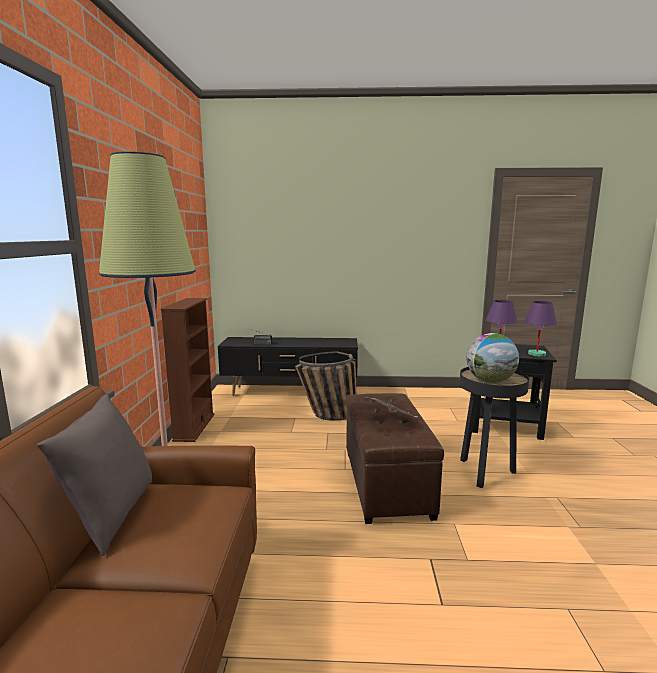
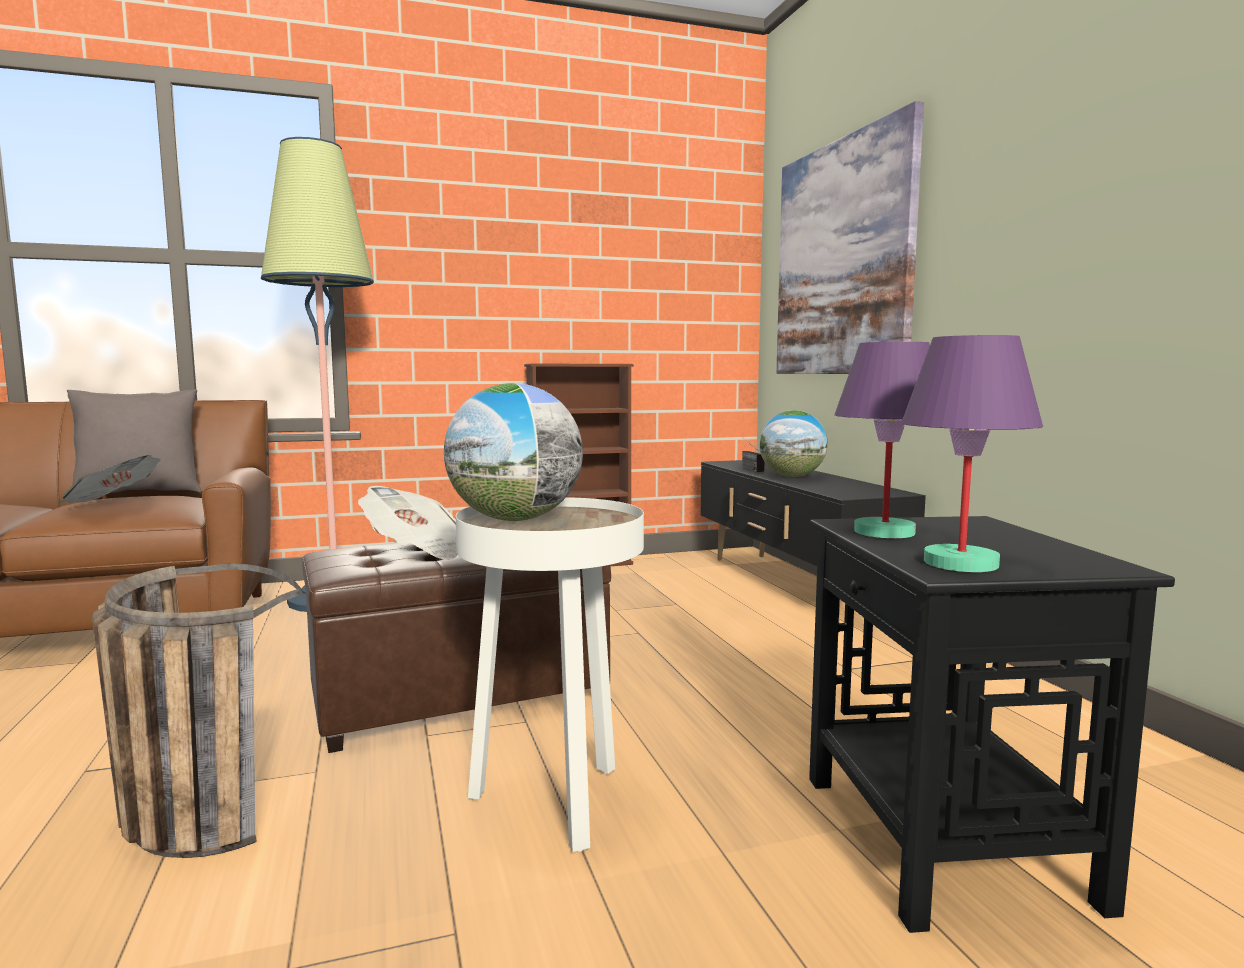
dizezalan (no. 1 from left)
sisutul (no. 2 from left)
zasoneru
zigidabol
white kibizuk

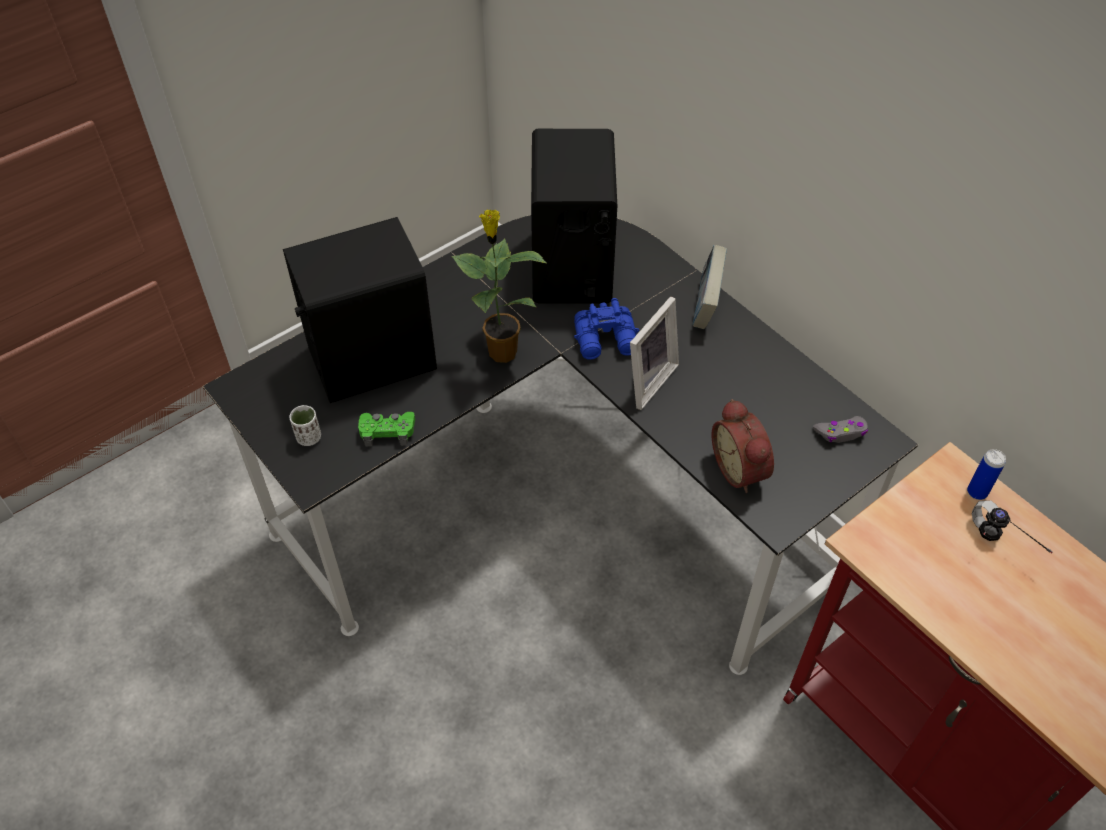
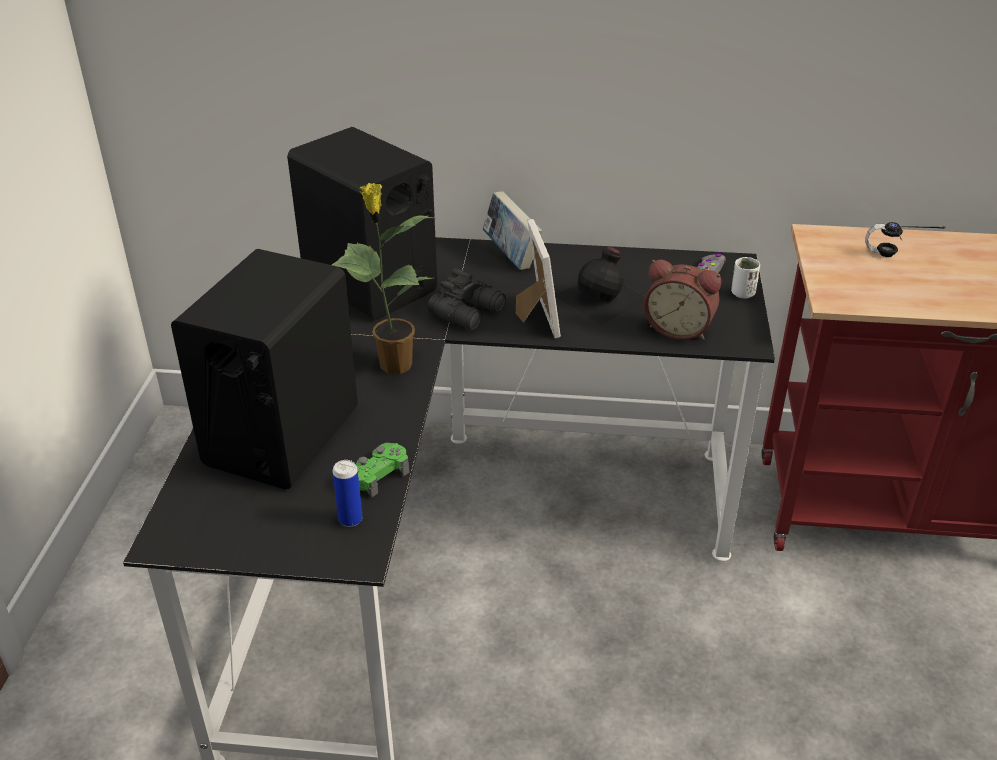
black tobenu
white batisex
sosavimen
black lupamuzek

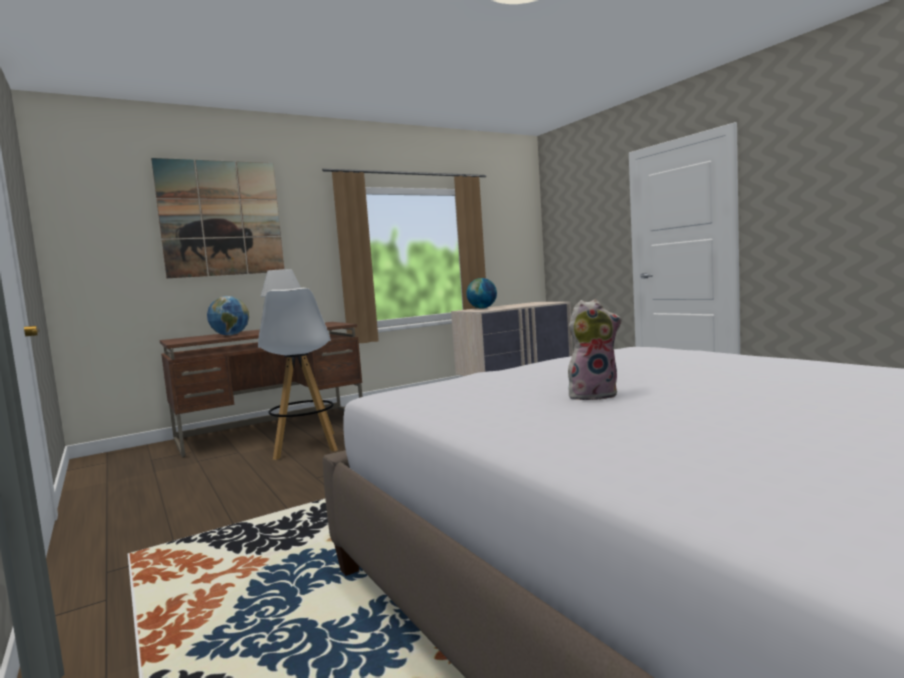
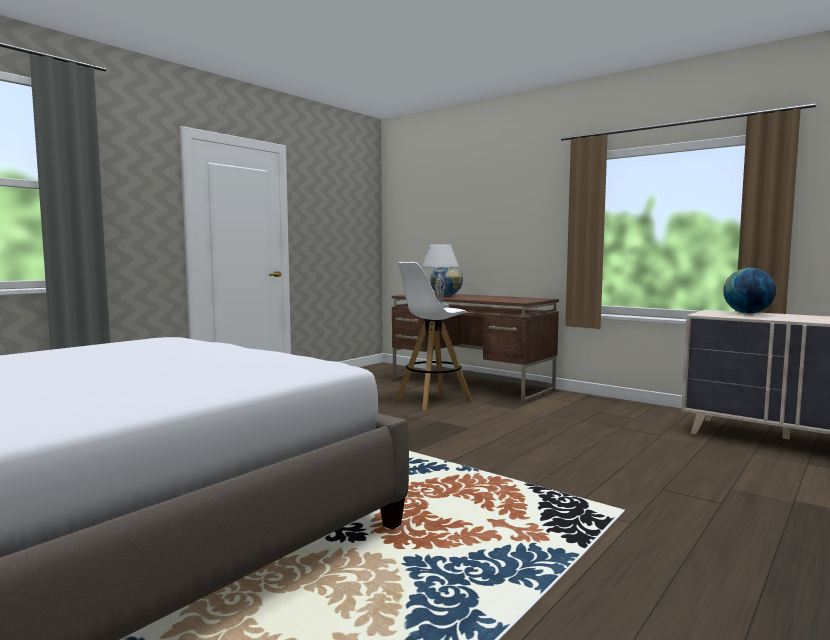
zasoneru
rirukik

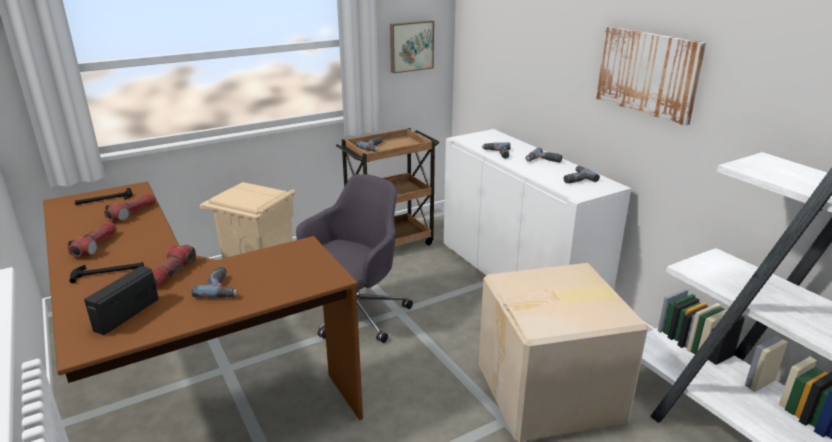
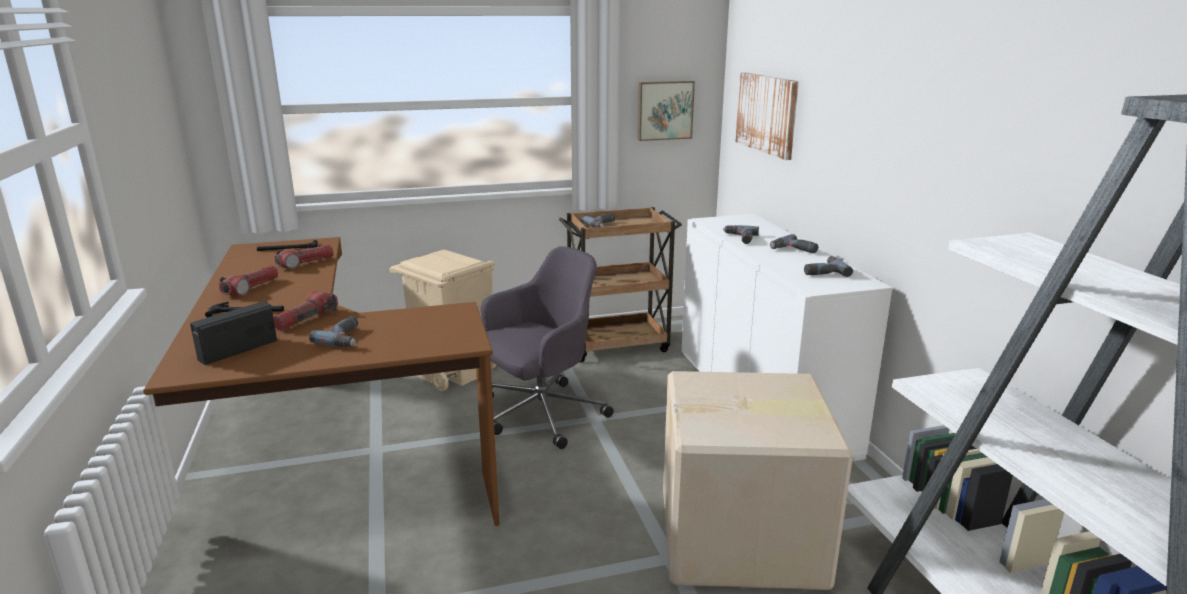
zasoneru (no. 2 from left)

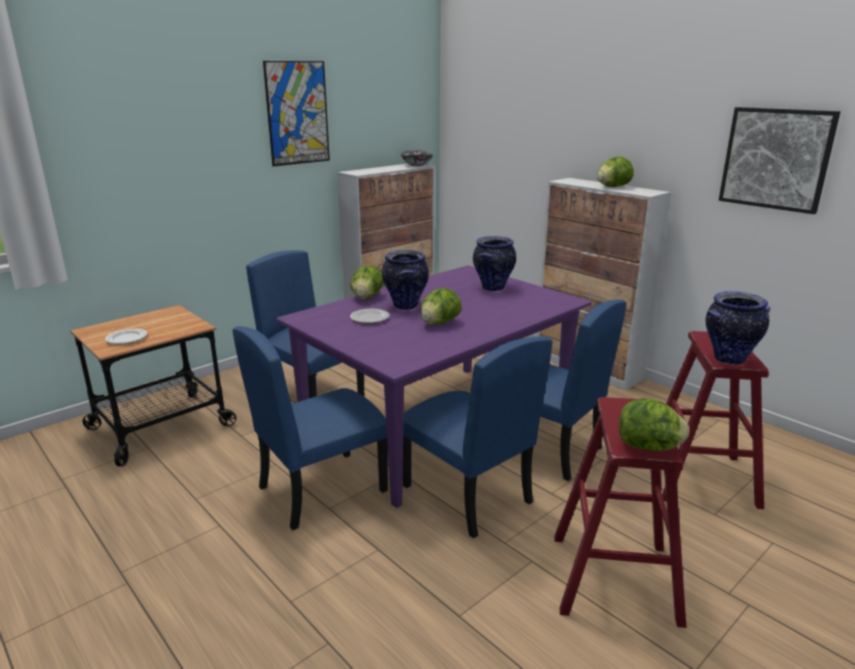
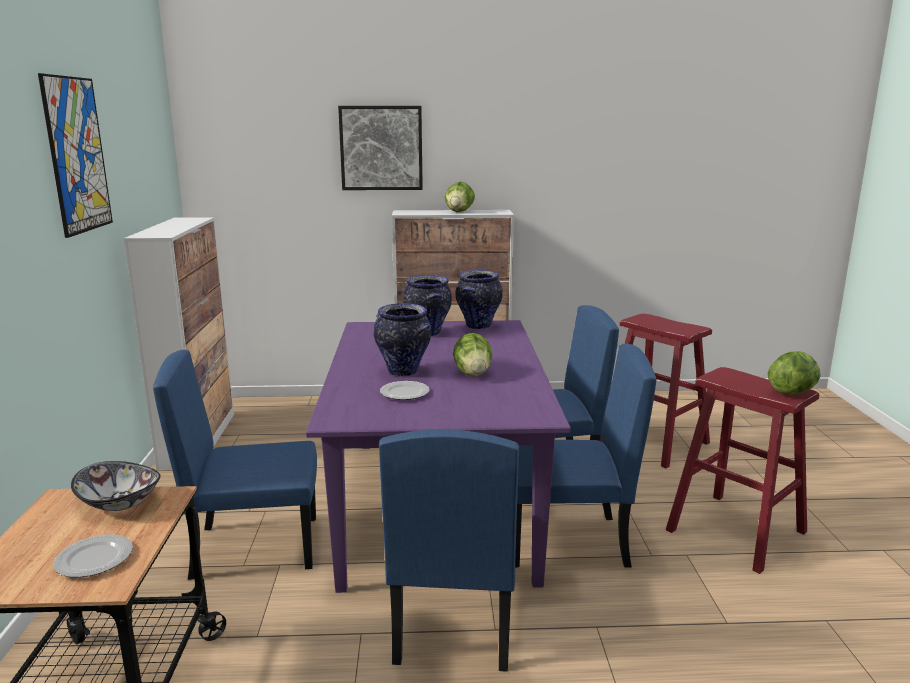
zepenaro (no. 1 from left in the first image)
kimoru
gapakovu (no. 3 from left)
zasoneru (no. 2 from left)

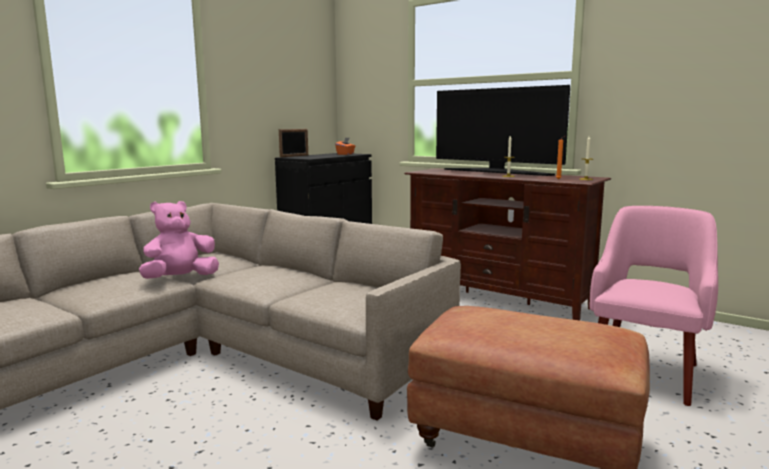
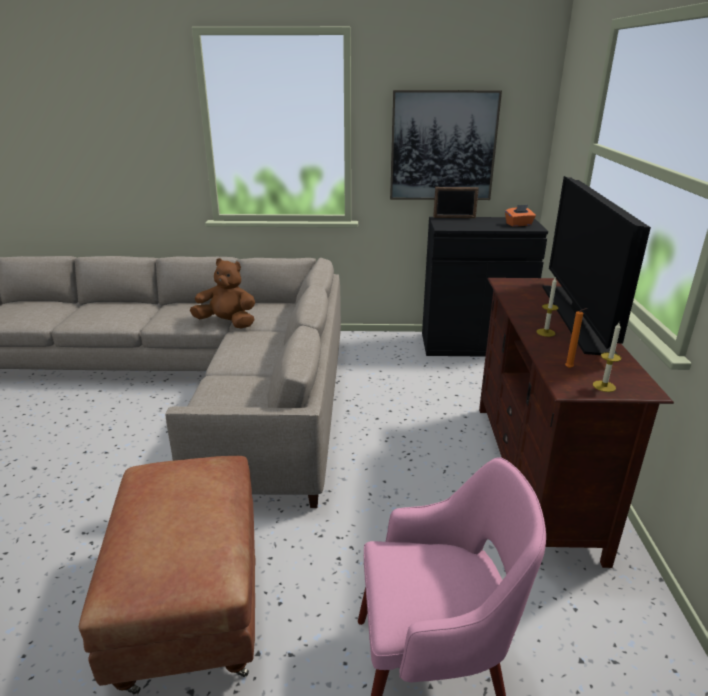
zasoneru
brown rirukik

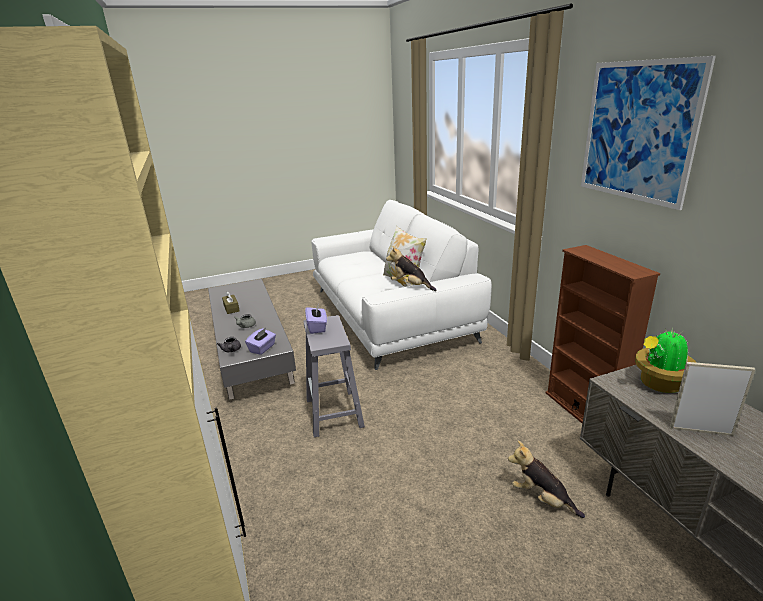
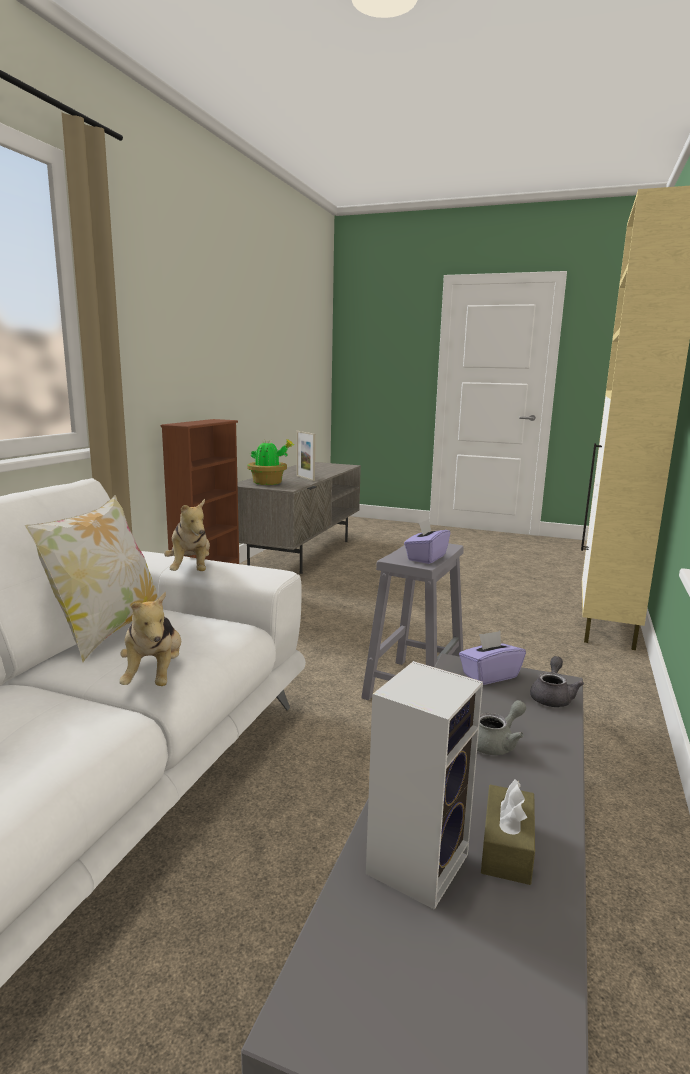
zasoneru
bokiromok
rirukik (no. 1 from left)

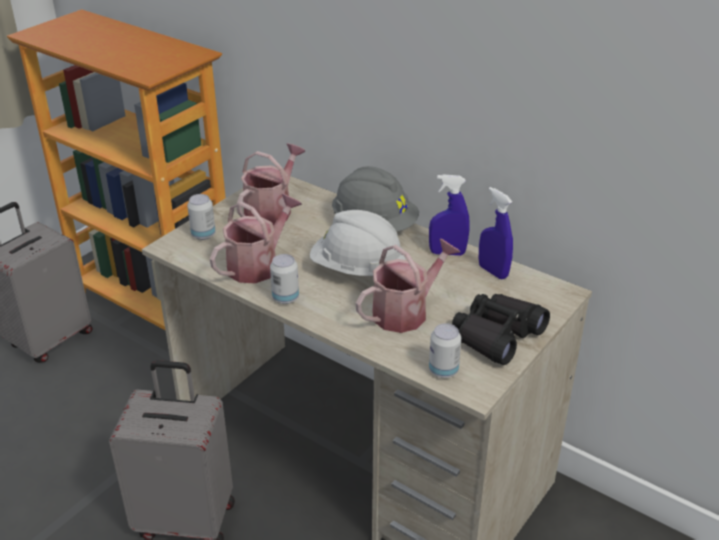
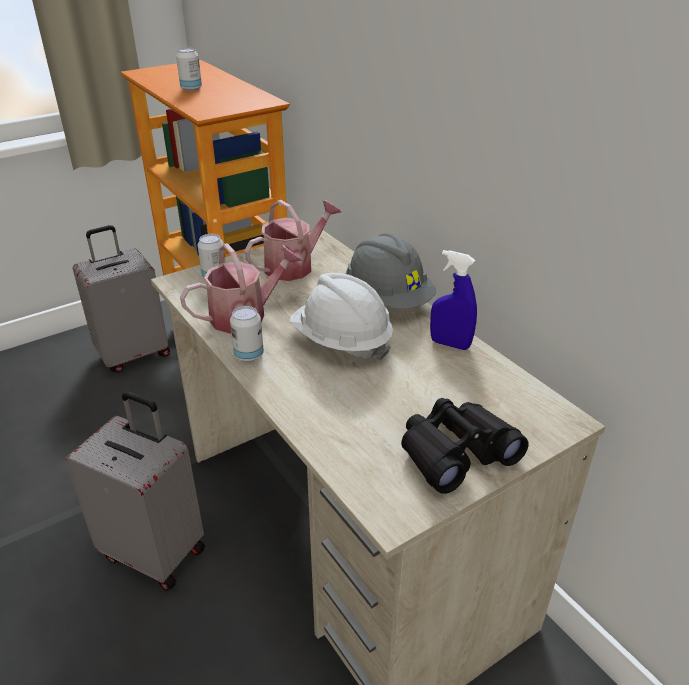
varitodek (no. 3 from left in the first image)
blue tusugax (no. 2 from left in the first image)
sosavimen (no. 1 from left)

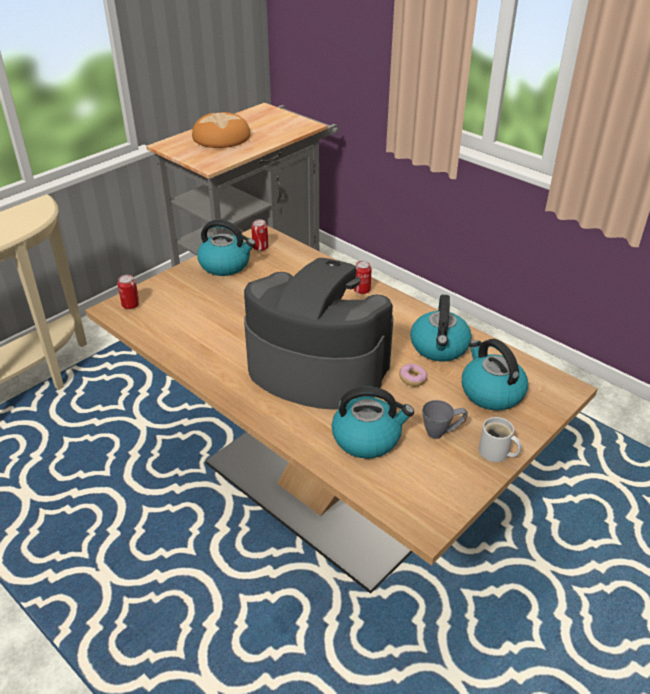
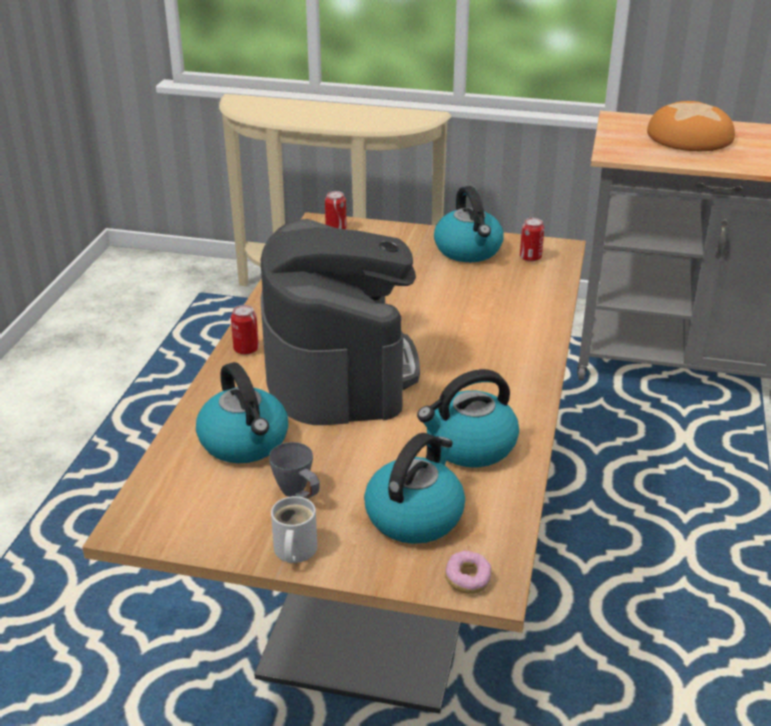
sosavimen (no. 1 from left)
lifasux

